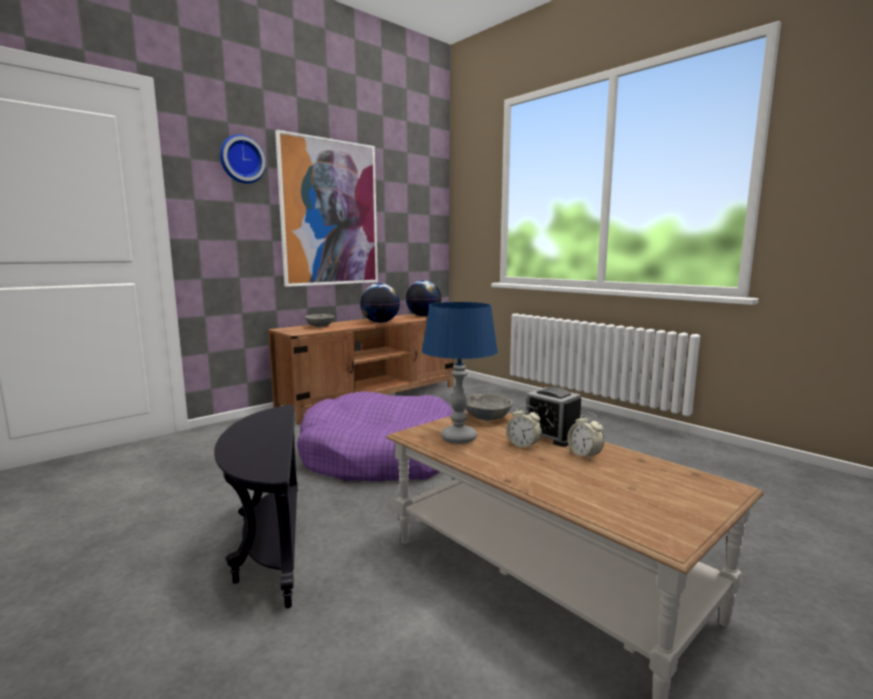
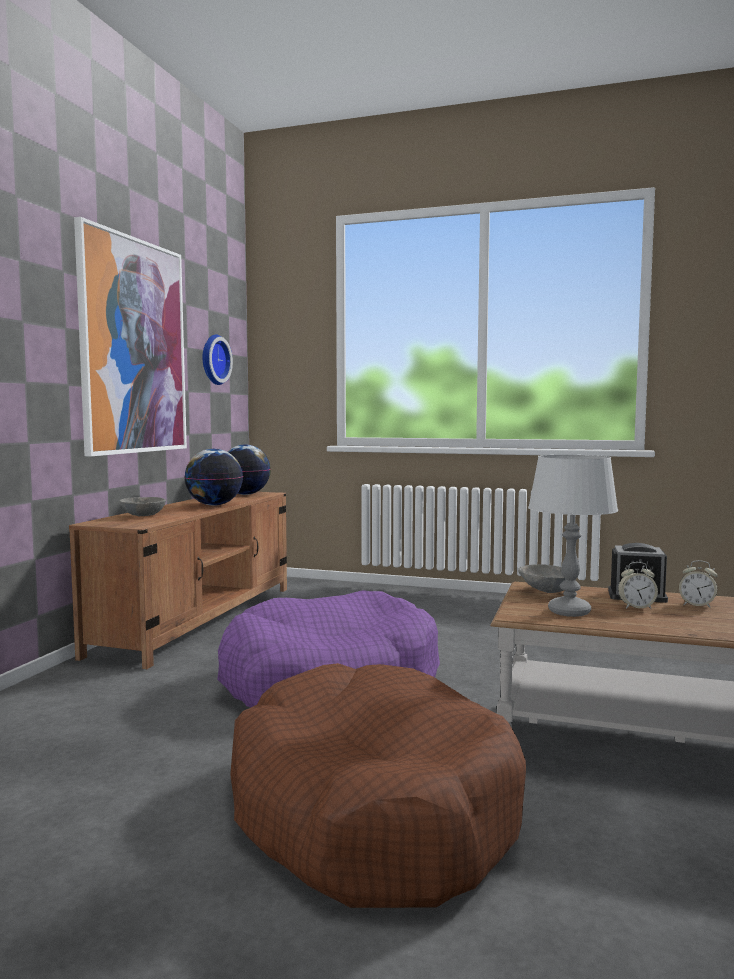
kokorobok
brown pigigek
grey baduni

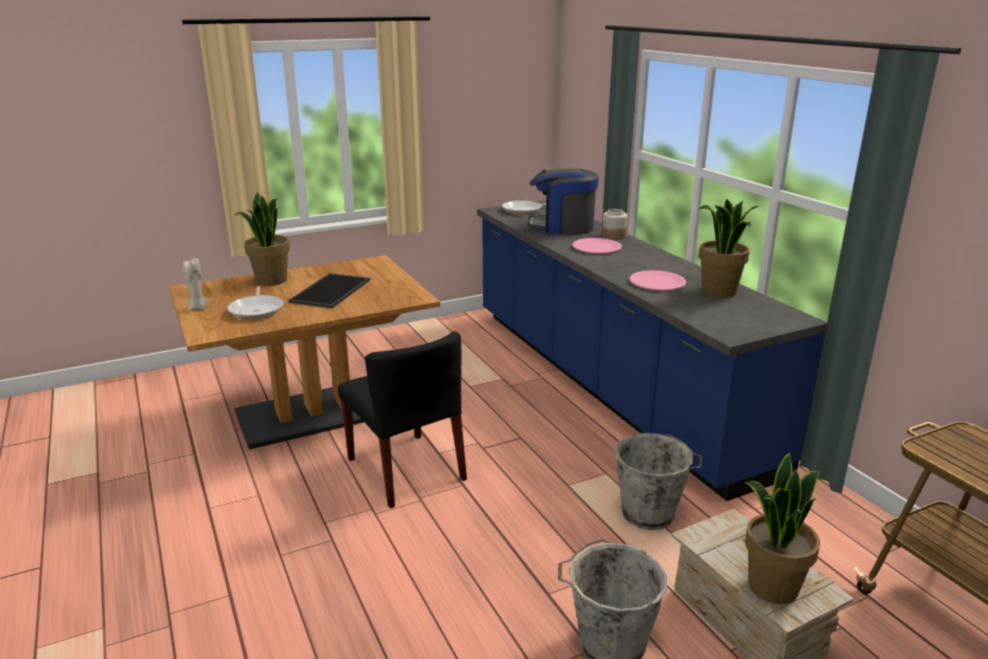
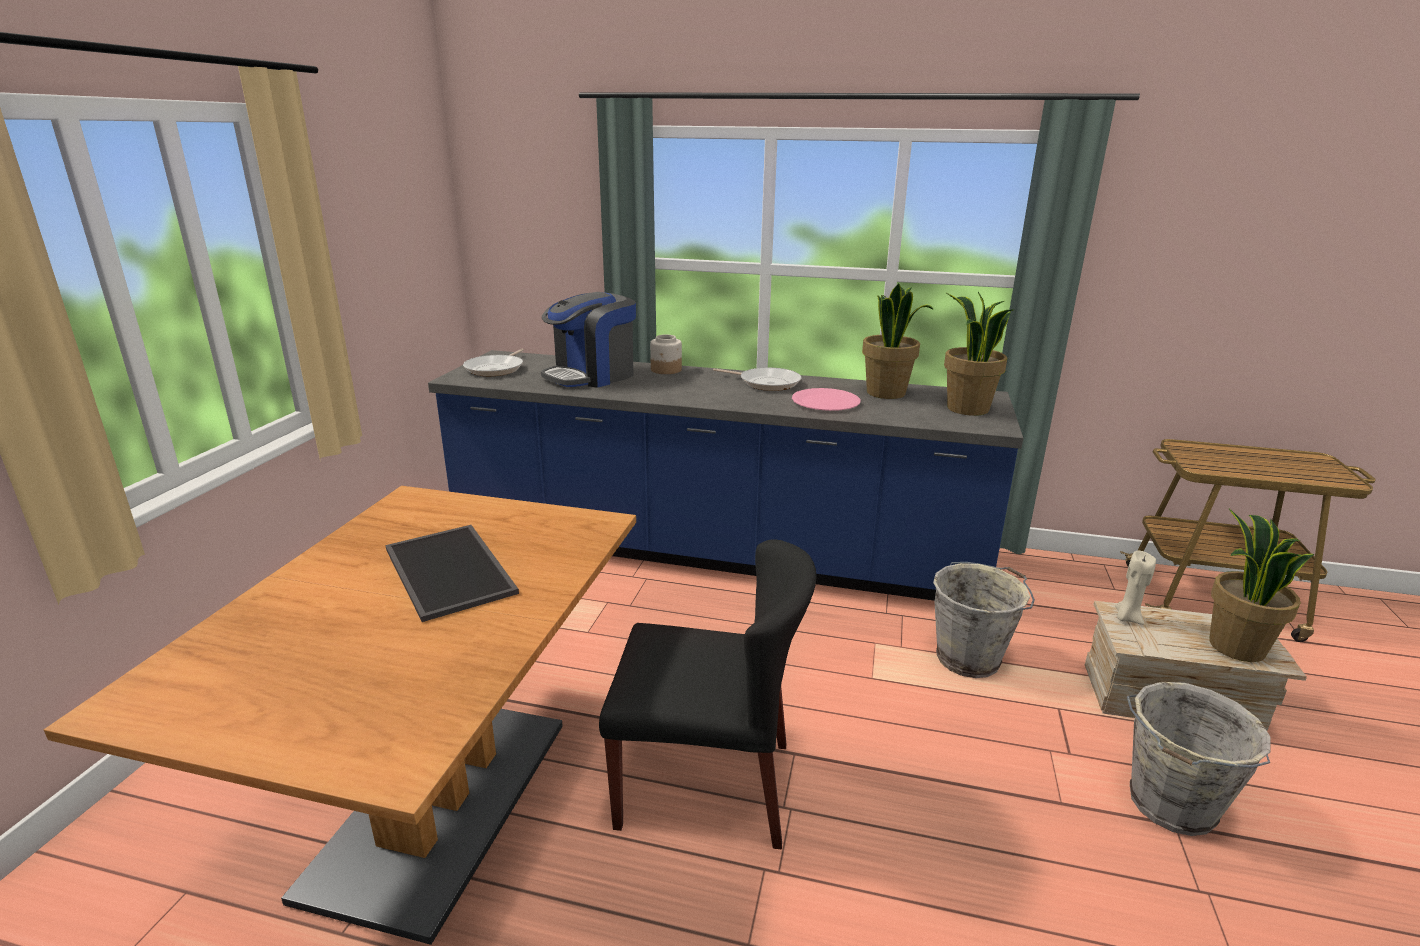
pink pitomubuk (no. 1 from left in the first image)
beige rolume
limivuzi (no. 2 from left)
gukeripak (no. 2 from left)

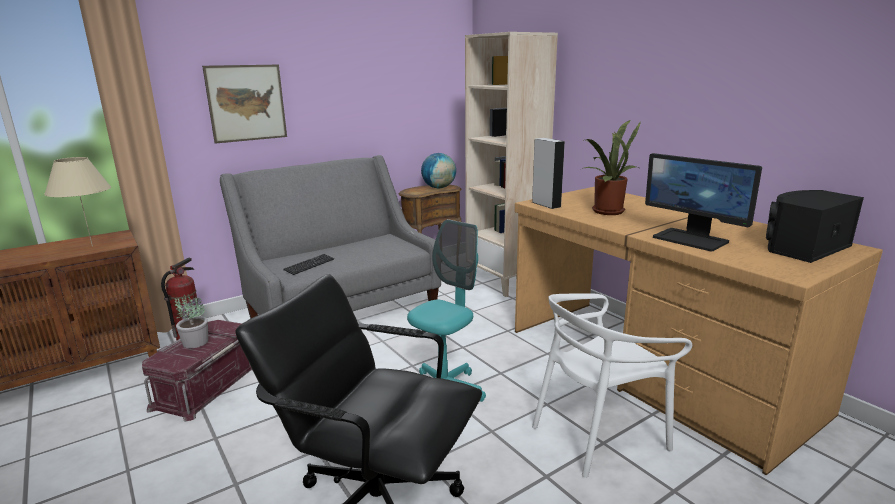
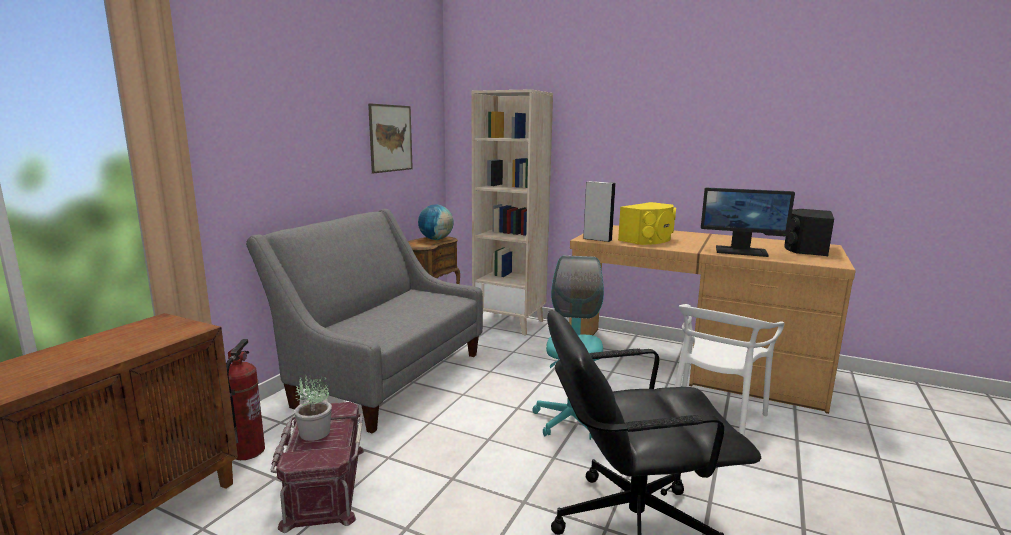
beige baduni
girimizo
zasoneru
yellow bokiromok

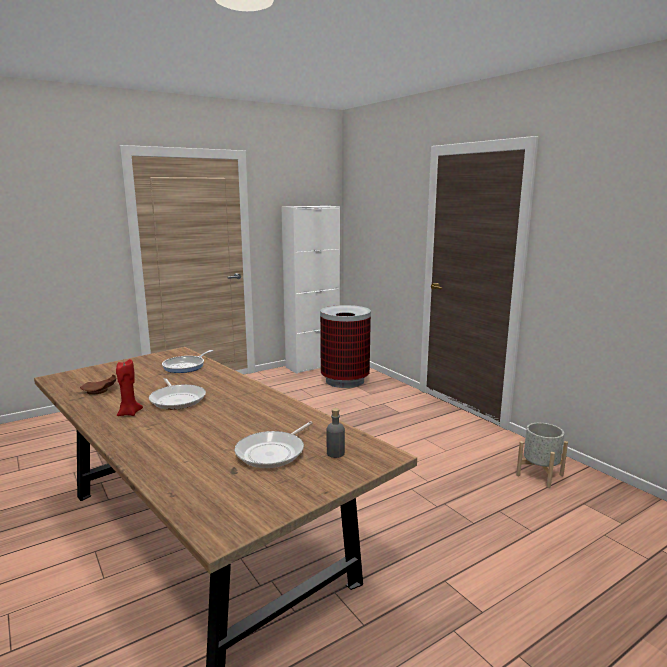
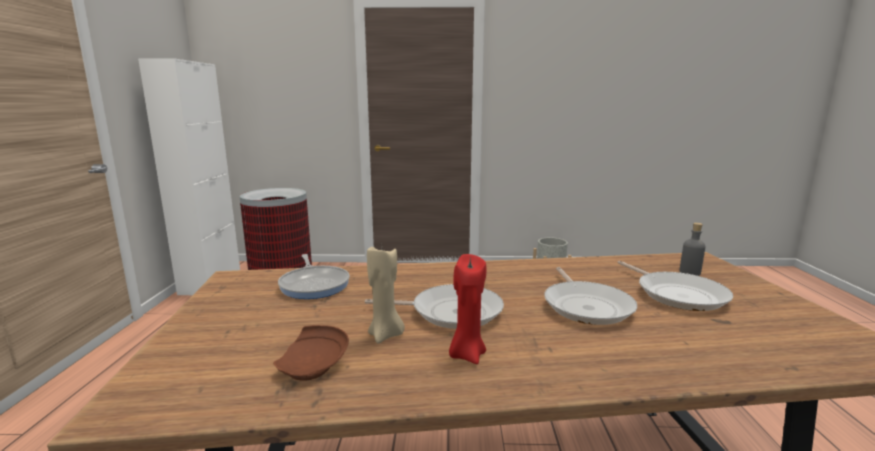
beige rolume
limivuzi (no. 3 from left)

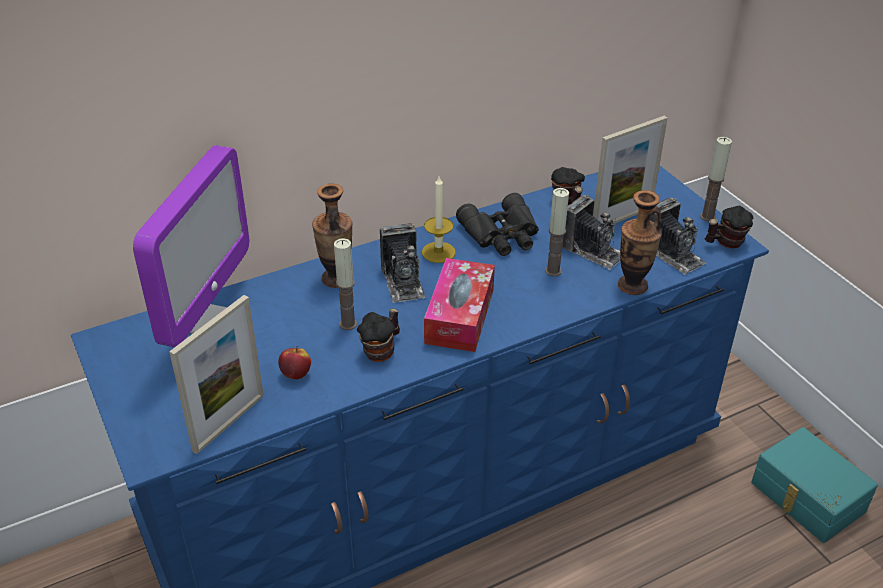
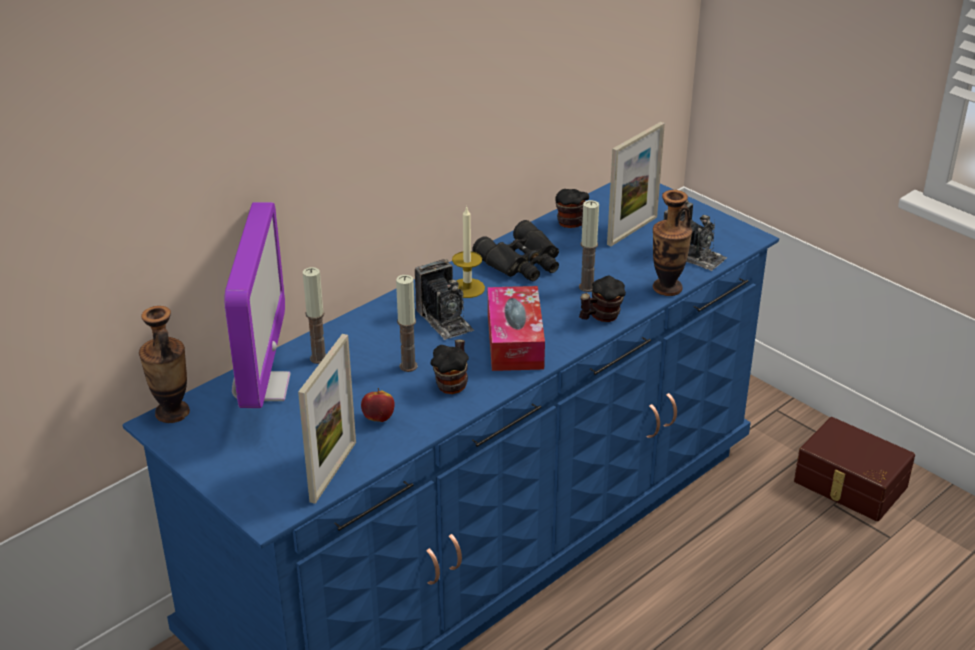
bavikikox (no. 2 from left in the first image)
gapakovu (no. 1 from left)
rolume (no. 1 from left)
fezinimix (no. 3 from left)
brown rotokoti

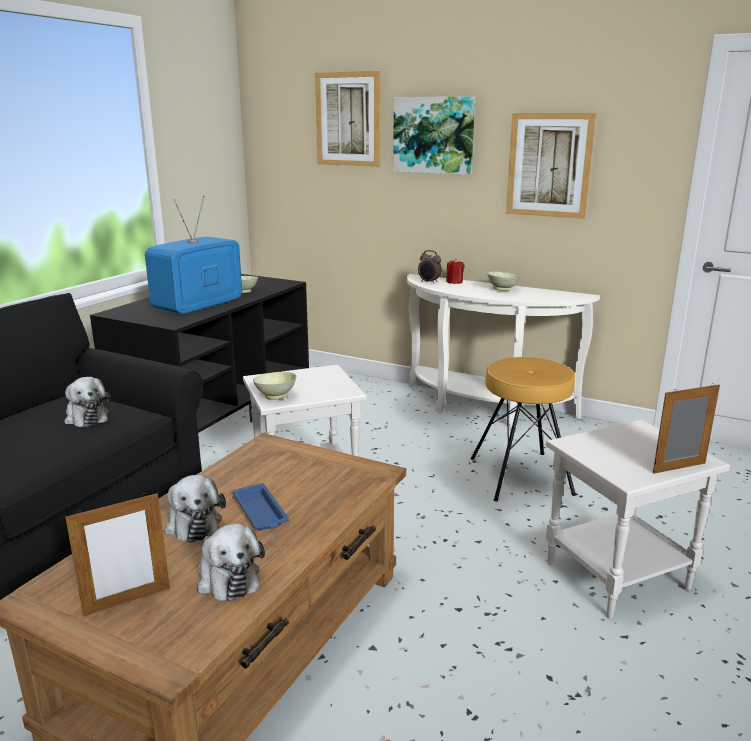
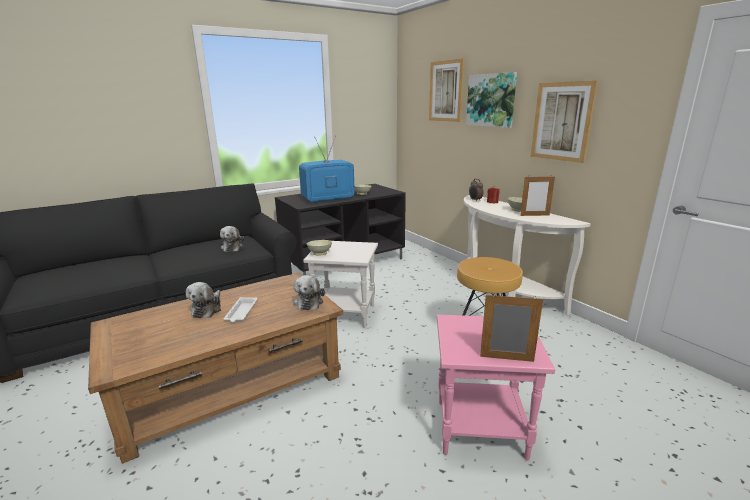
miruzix (no. 2 from left)
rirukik (no. 3 from left)
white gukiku
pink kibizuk

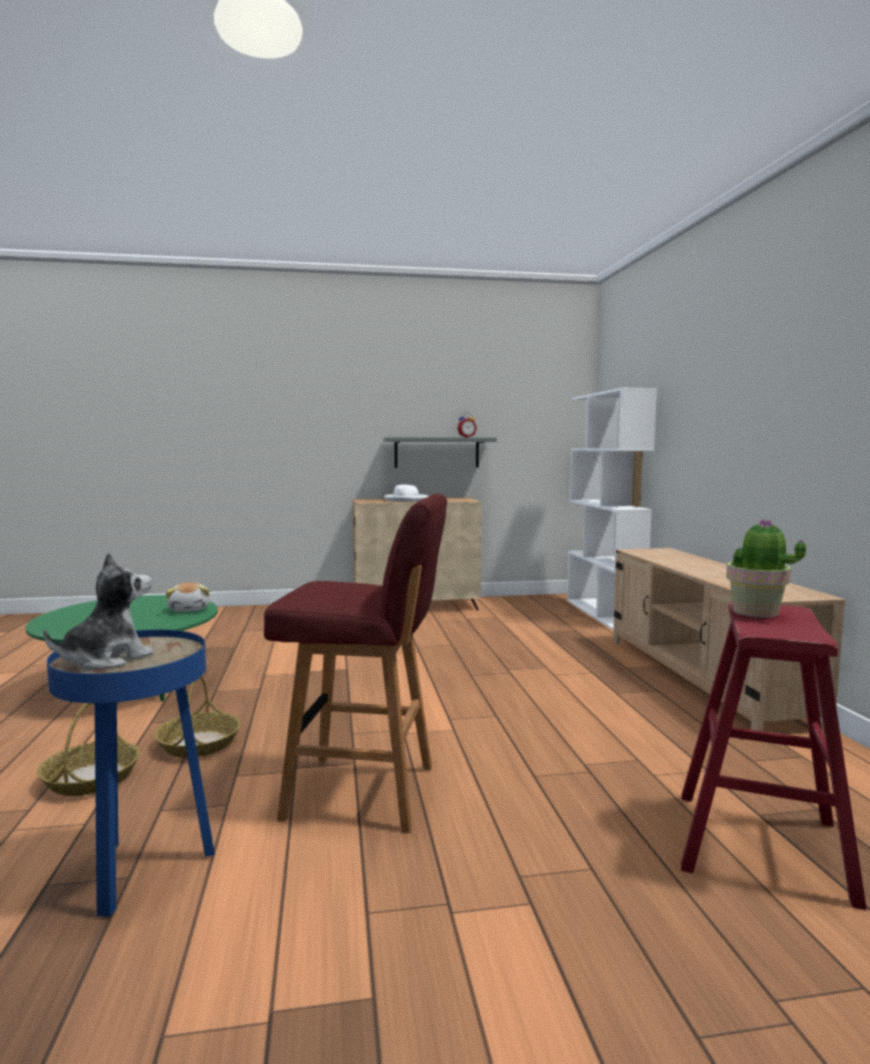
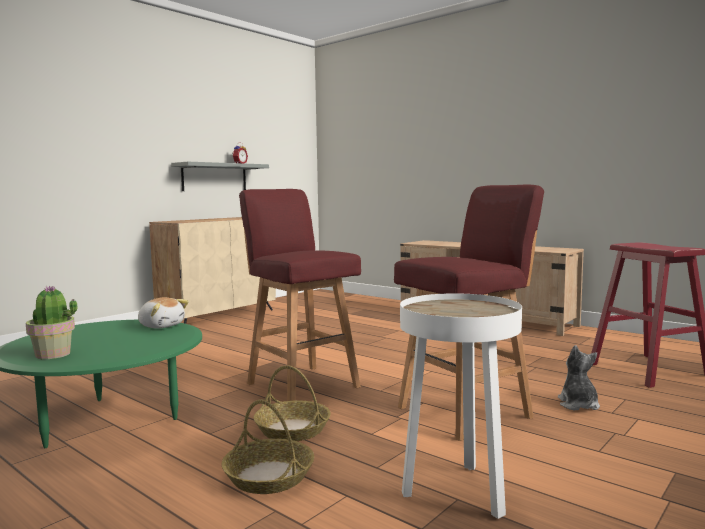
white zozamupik
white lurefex
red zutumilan (no. 1 from left)
rirukik (no. 2 from left)
gukeripak
white kibizuk

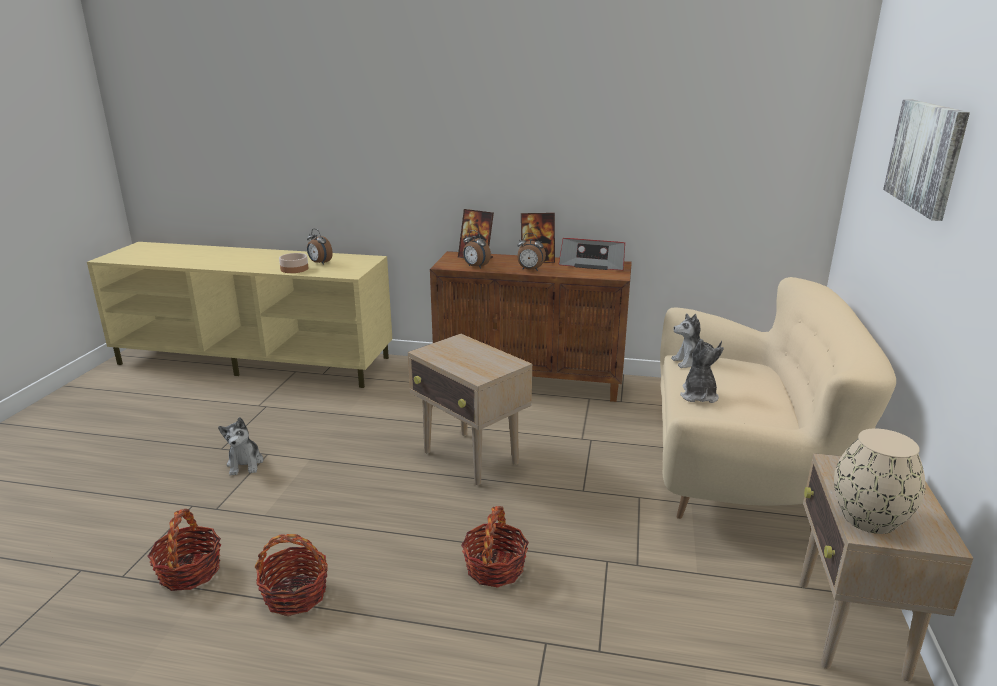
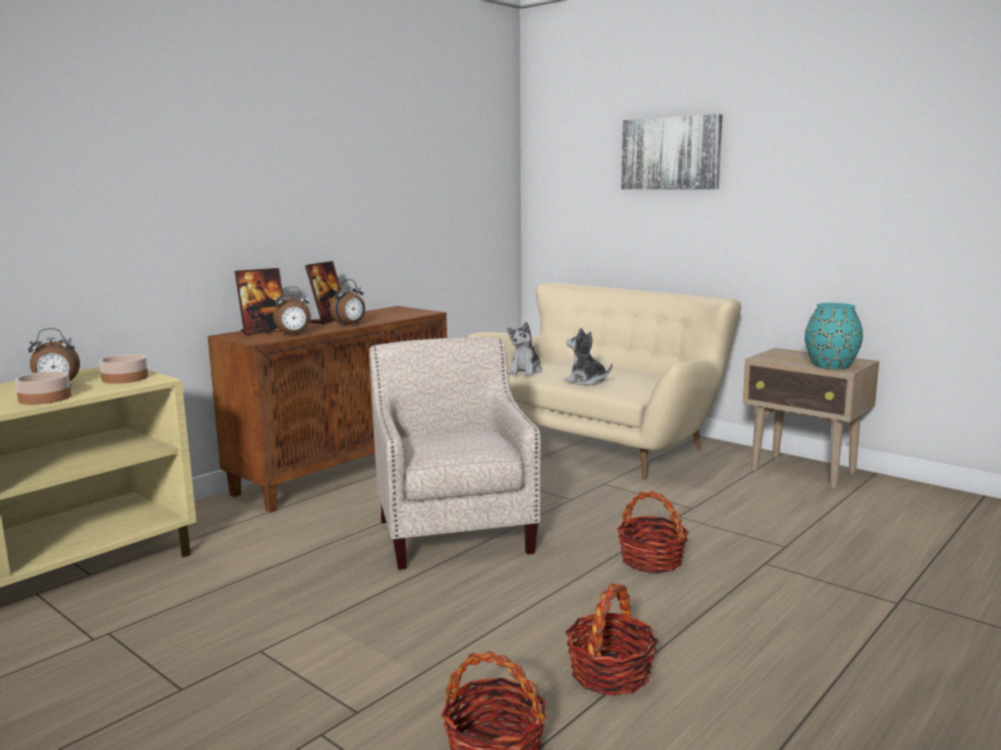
rirukik (no. 1 from left in the first image)
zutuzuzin
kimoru (no. 2 from left)
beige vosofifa
turquoise gapakovu

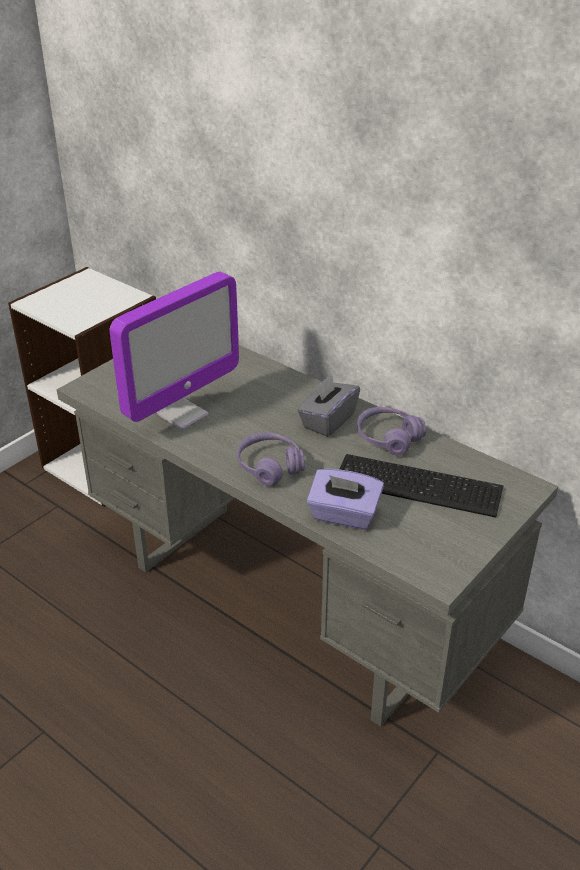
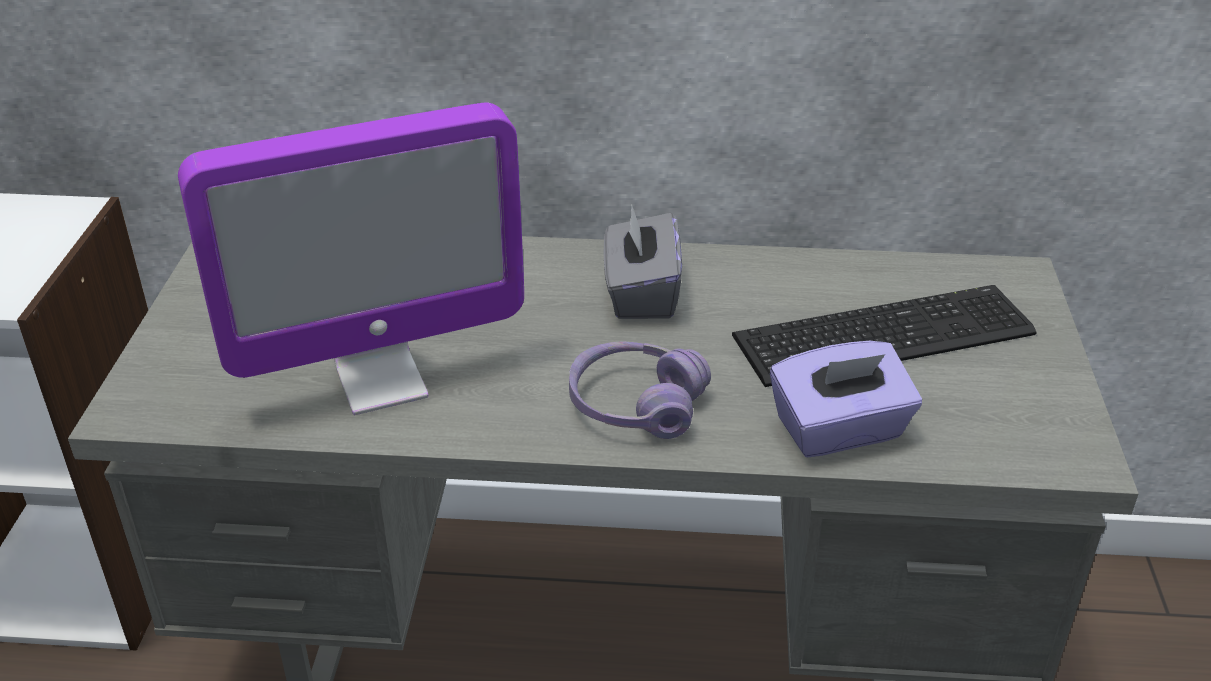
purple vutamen (no. 2 from left in the first image)
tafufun

